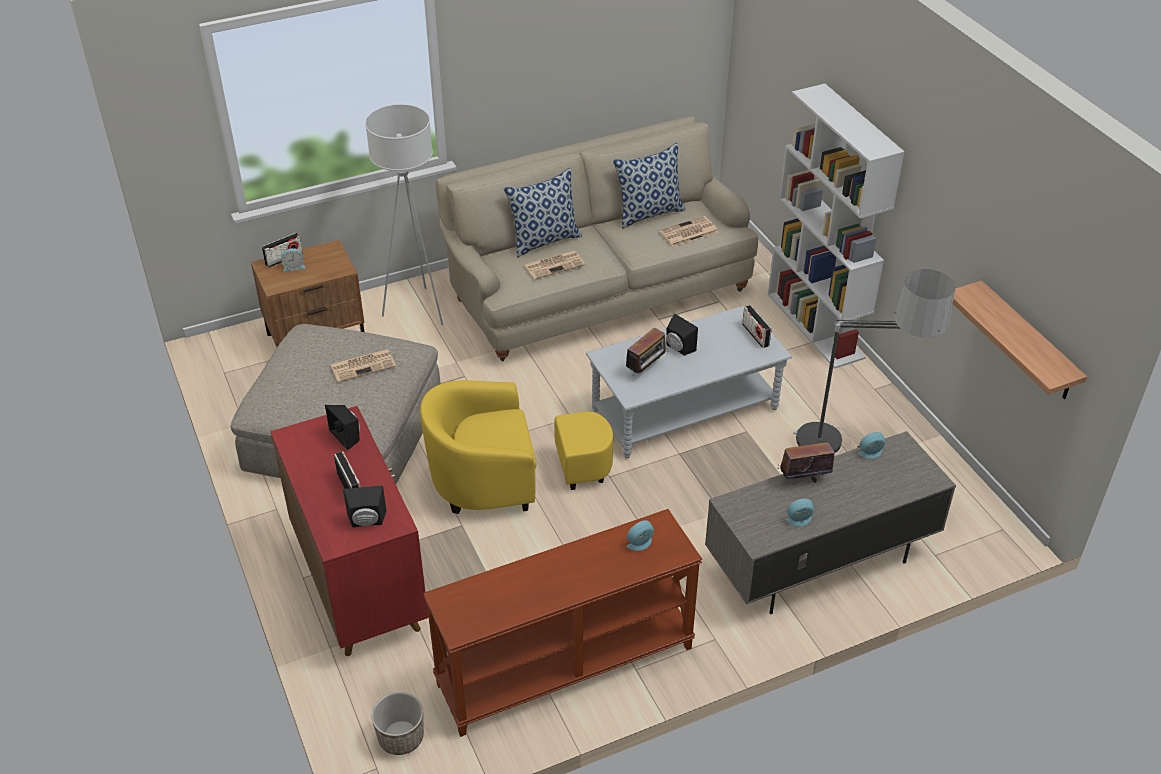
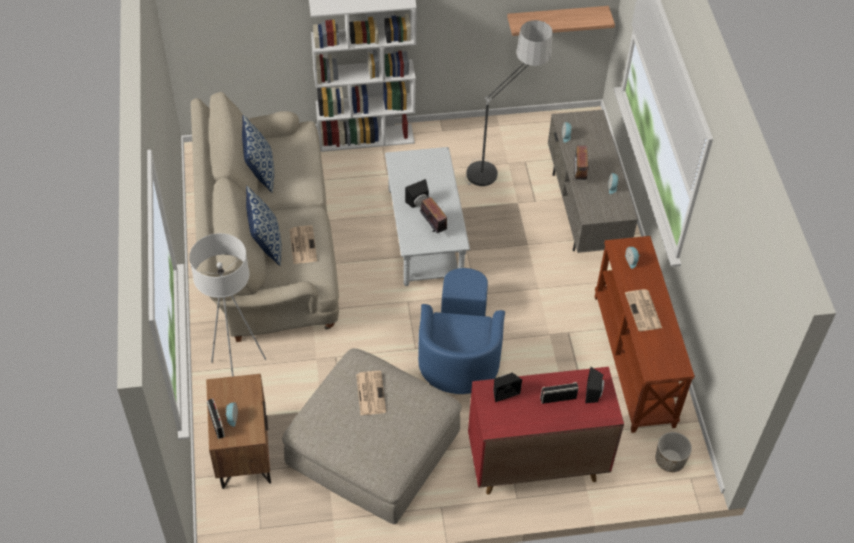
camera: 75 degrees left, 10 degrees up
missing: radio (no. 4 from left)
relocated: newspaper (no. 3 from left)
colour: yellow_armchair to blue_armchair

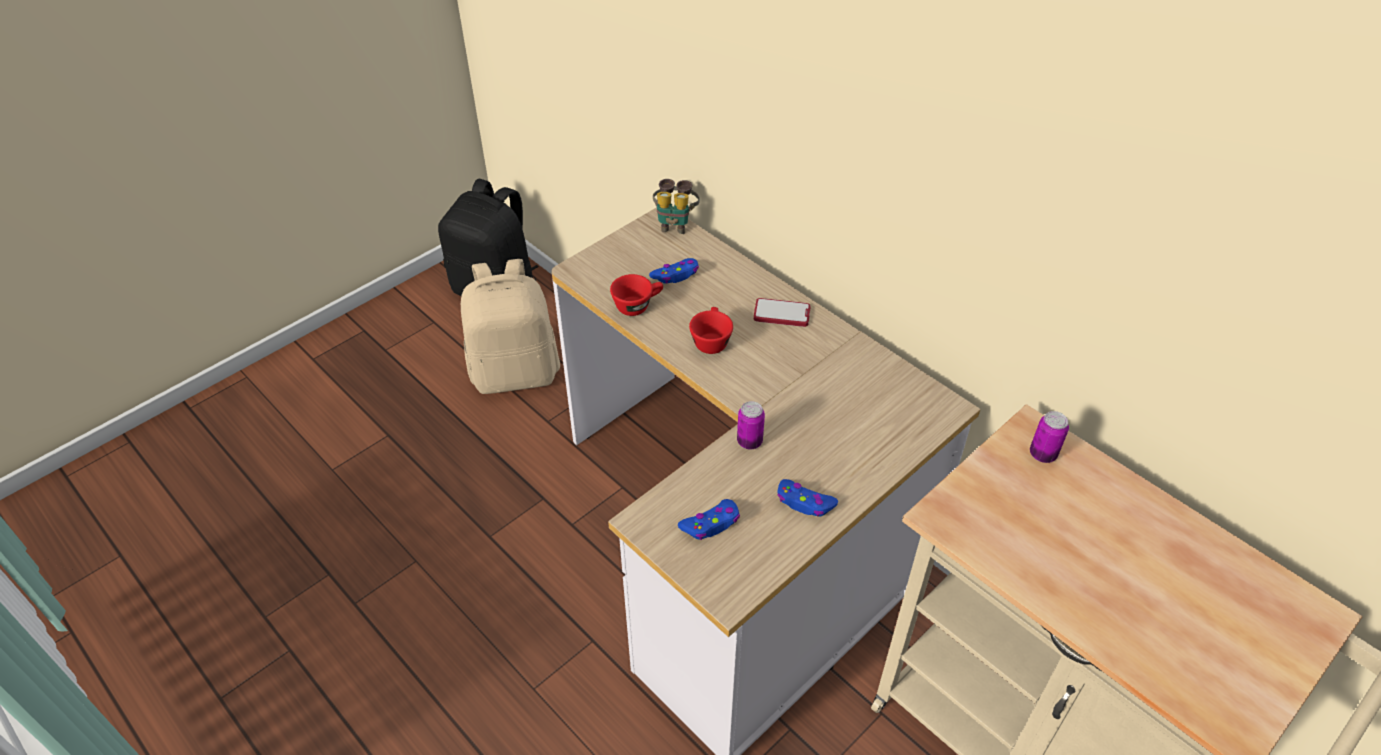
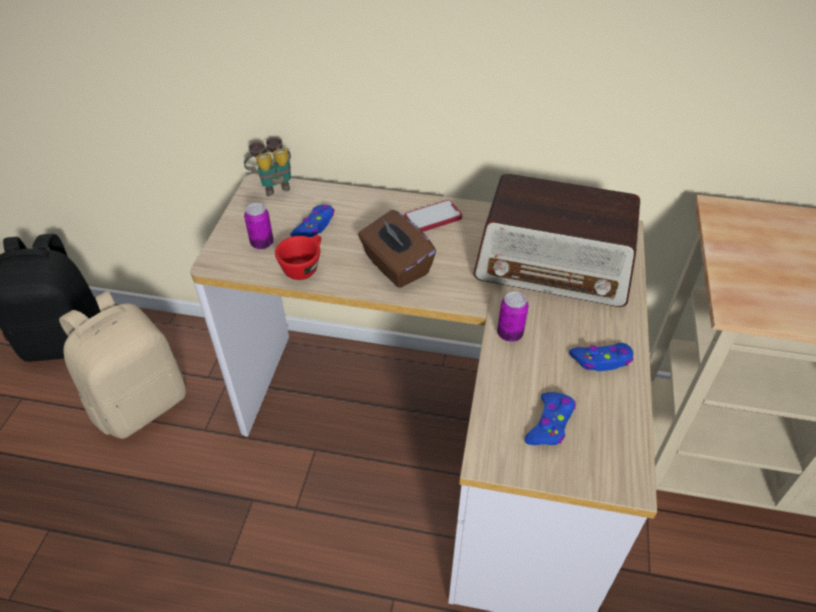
camera: 35 degrees left, 0 degrees up
appeared: radio
relocated: can (no. 2 from left in the first image) to can (no. 1 from left)
exchanged: red_cup (no. 2 from left) to brown_tissue_box

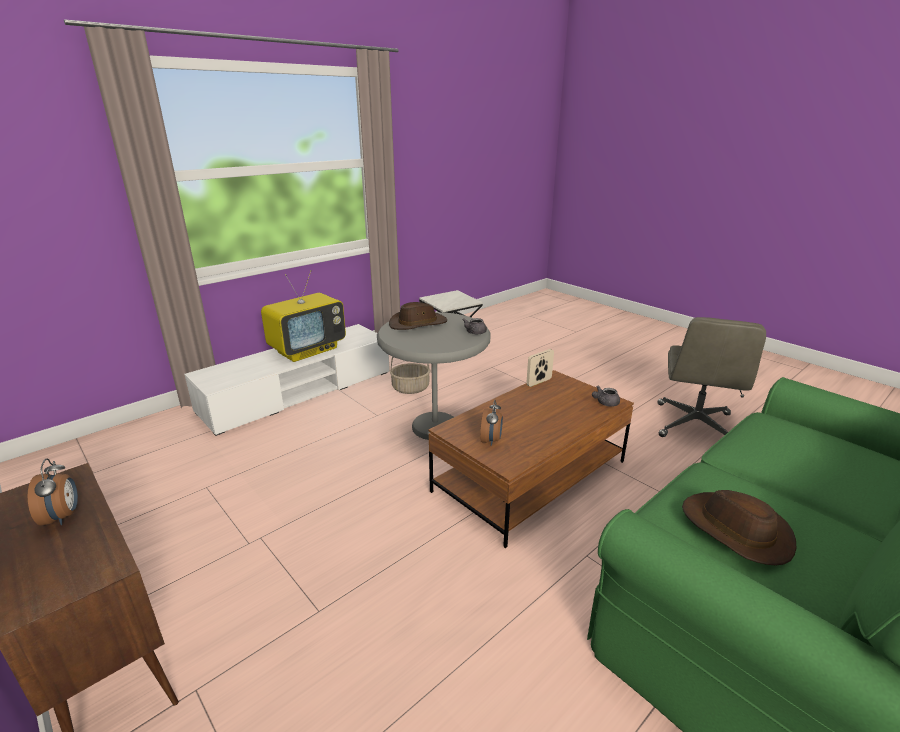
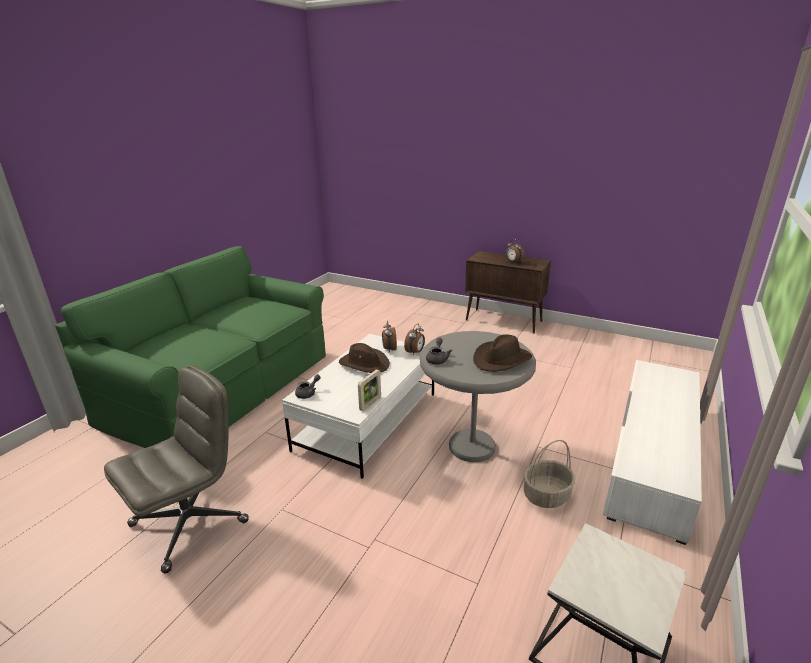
camera: 160 degrees right, 0 degrees up
missing: television
appeared: alarm_clock (no. 2 from left)
relocated: brown_hat (no. 2 from left in the first image) to brown_hat (no. 1 from left)
colour: brown_coffee_table to white_coffee_table
spun: grey_office_chair 45 degrees clockwise

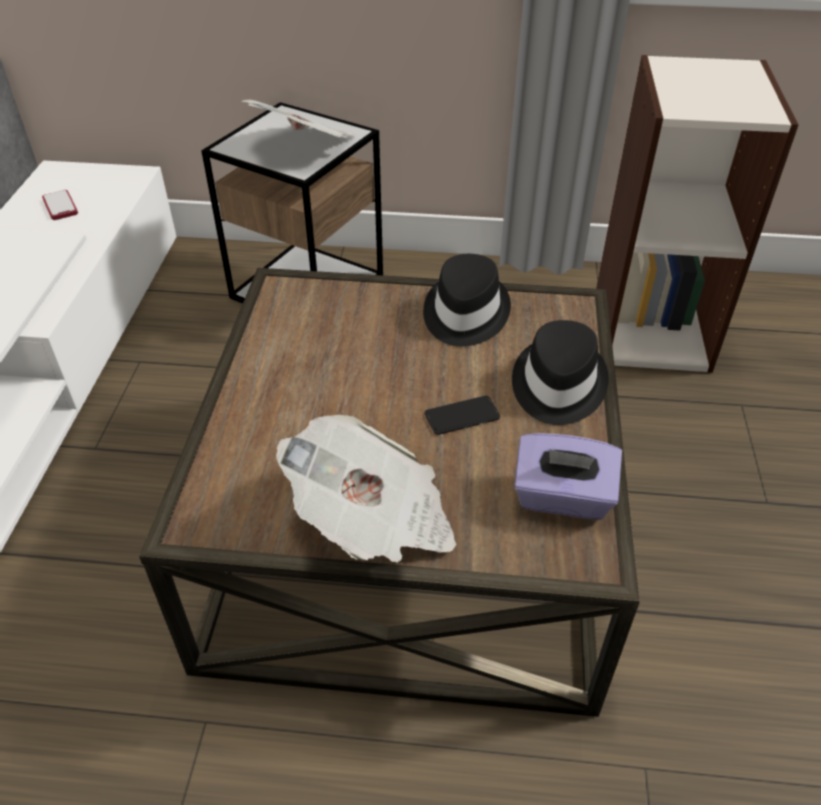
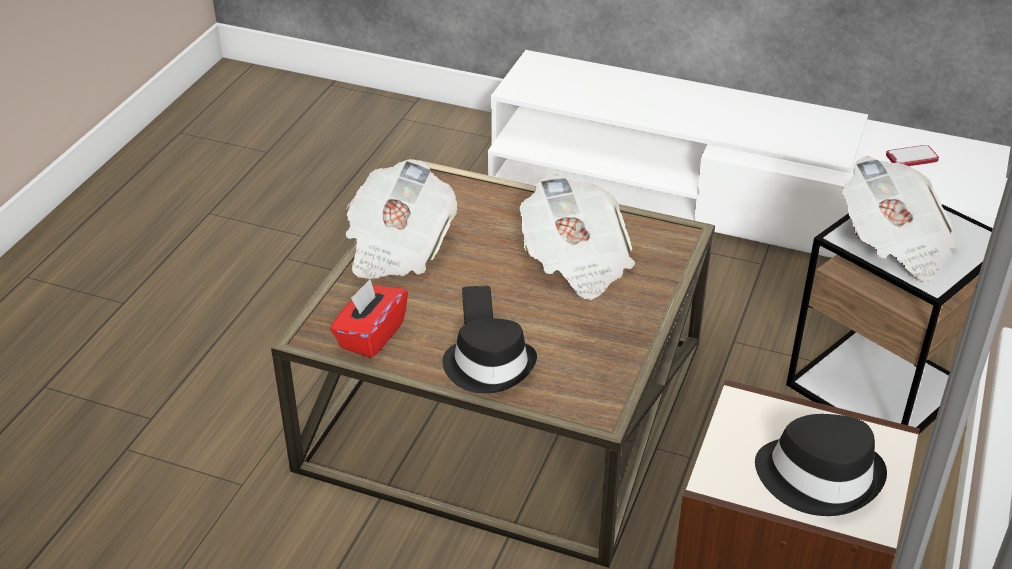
camera: 105 degrees right, 5 degrees down
appeared: newspaper (no. 2 from left)
relocated: black_hat (no. 1 from left in the first image) to black_hat (no. 2 from left)
colour: purple_tissue_box to red_tissue_box

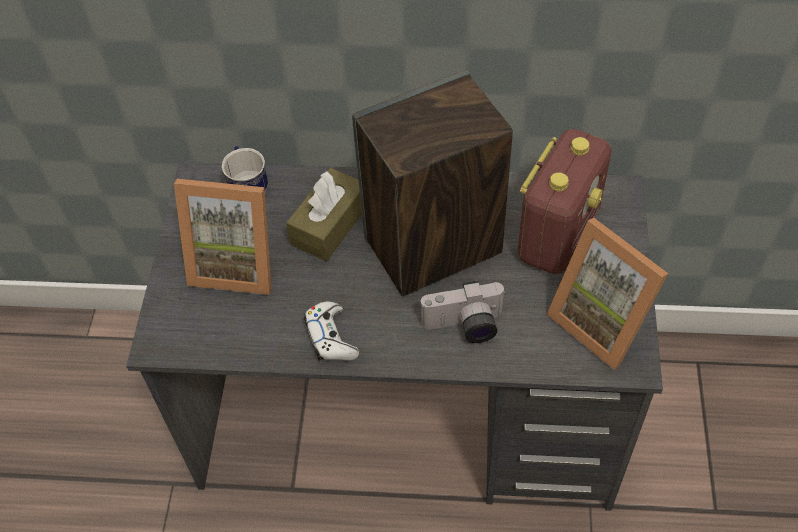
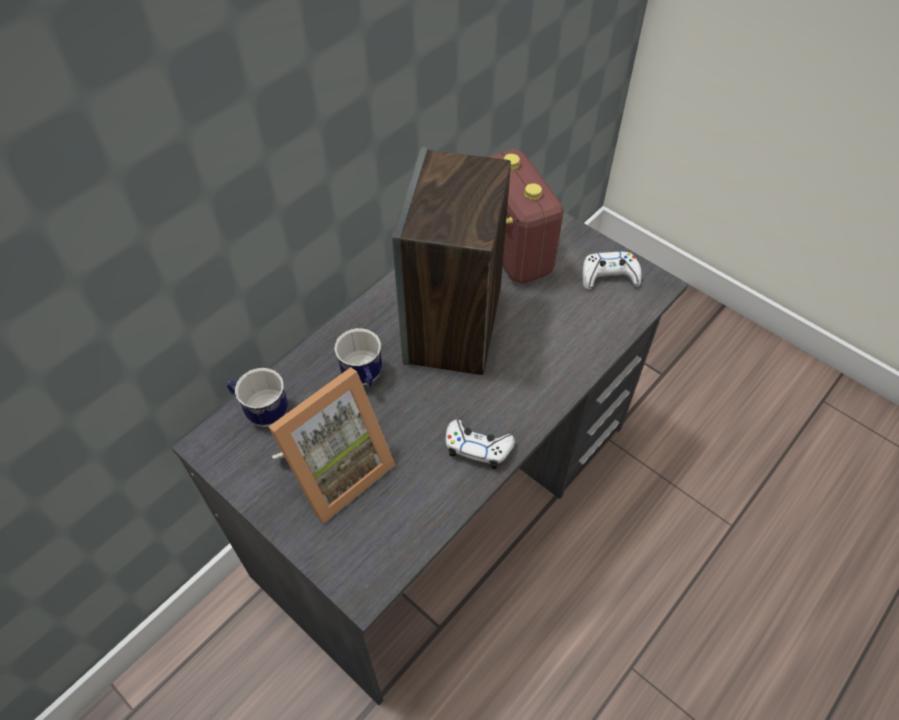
camera: 55 degrees left, 0 degrees up
missing: photo_camera
exchanged: brown_tissue_box to mug (no. 2 from left); picture_frame (no. 2 from left) to white_game_controller (no. 2 from left)

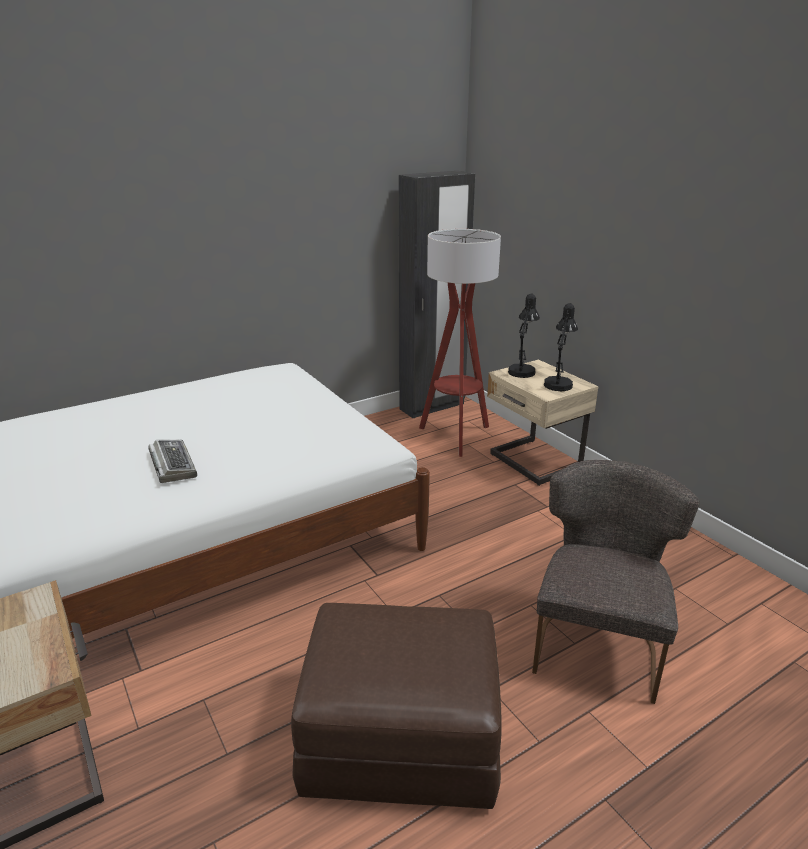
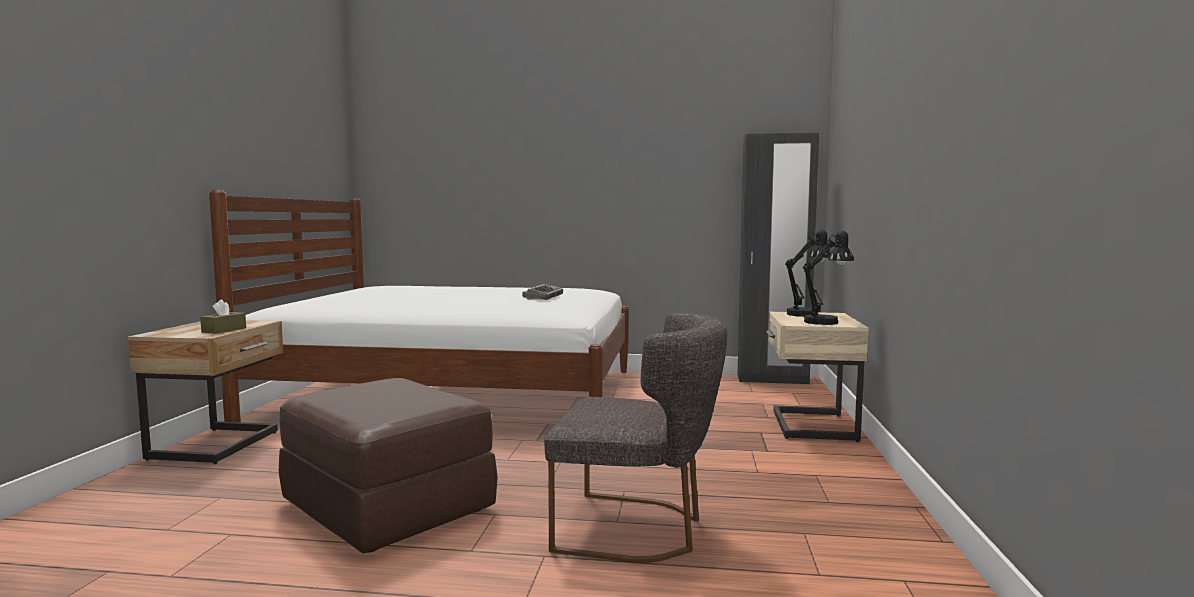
camera: 40 degrees right, 20 degrees down
missing: floor_lamp
appeared: brown_tissue_box
relocated: keyboard
spun: grey_chair 45 degrees clockwise

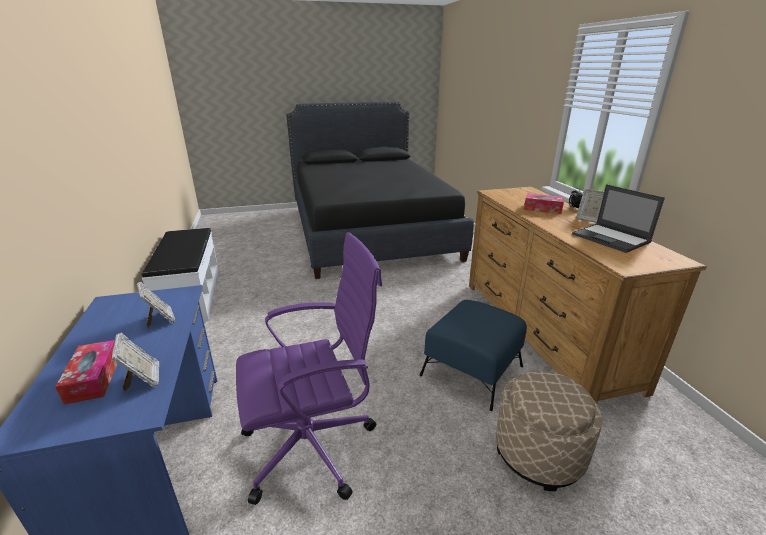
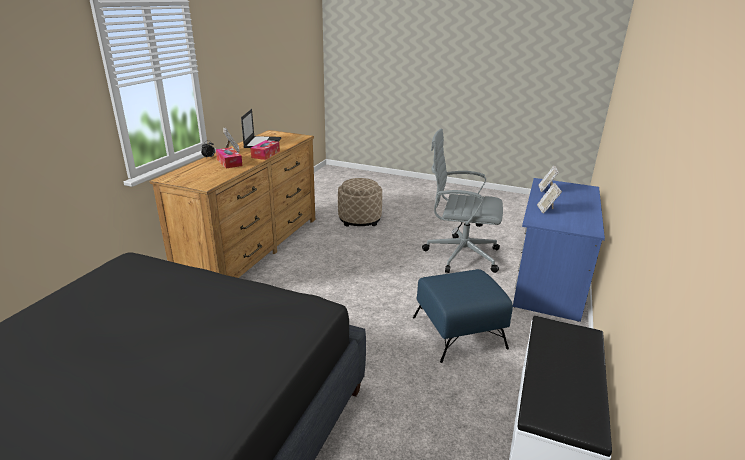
camera: 145 degrees left, 0 degrees up
relocated: blue_ottoman; tissue_box (no. 1 from left in the first image) to tissue_box (no. 2 from left)
colour: purple_office_chair to grey_office_chair

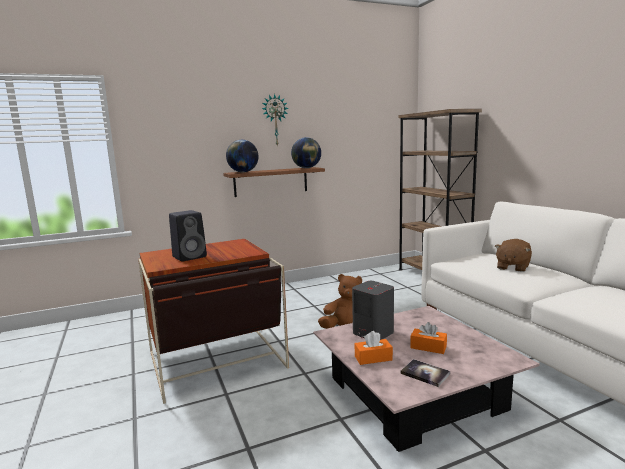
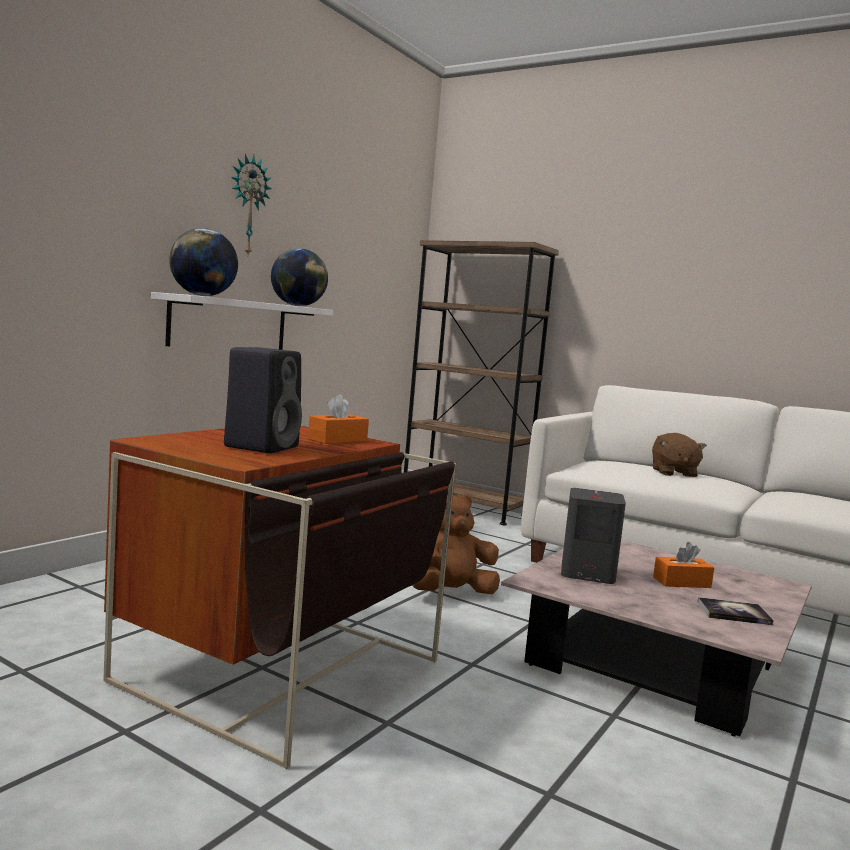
camera: 35 degrees left, 5 degrees down
relocated: orange_tissue_box (no. 1 from left)
colour: brown_shelf to white_shelf

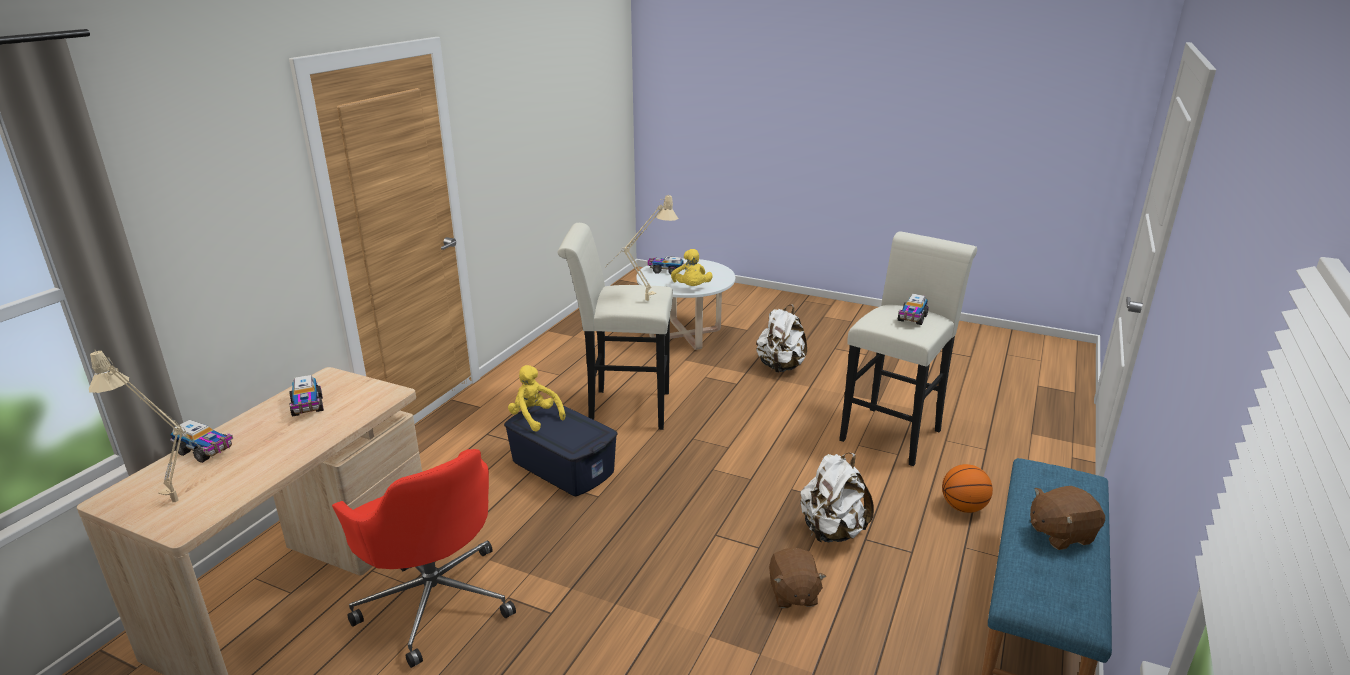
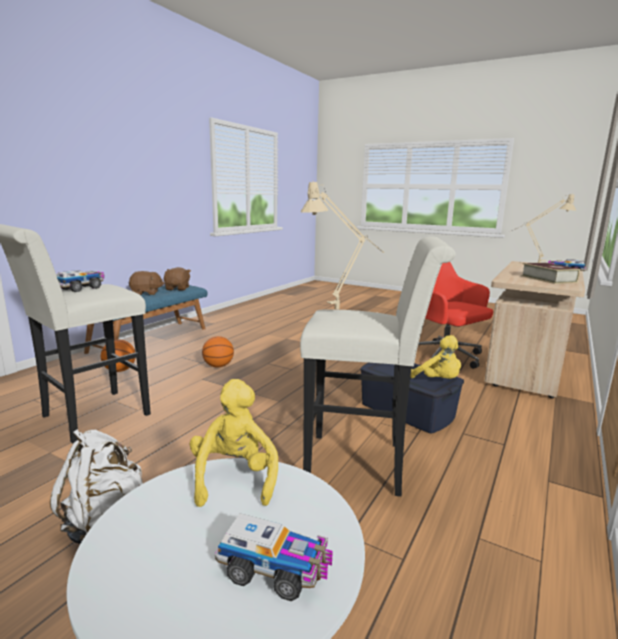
camera: 175 degrees left, 10 degrees down
relocated: brown_plush_toy (no. 1 from left in the first image) to brown_plush_toy (no. 2 from left)
exchanged: toy_truck (no. 2 from left) to book; white_backpack (no. 2 from left) to basketball (no. 2 from left)

